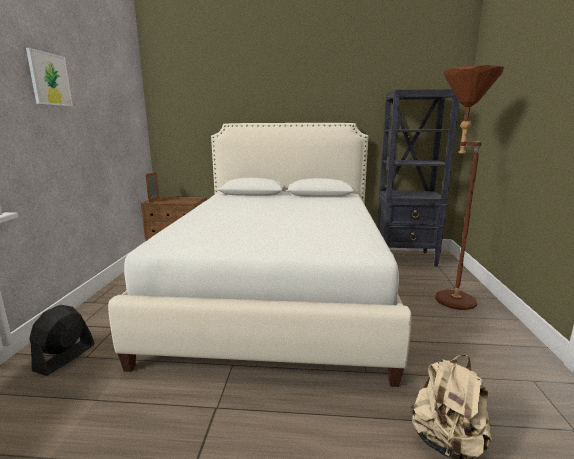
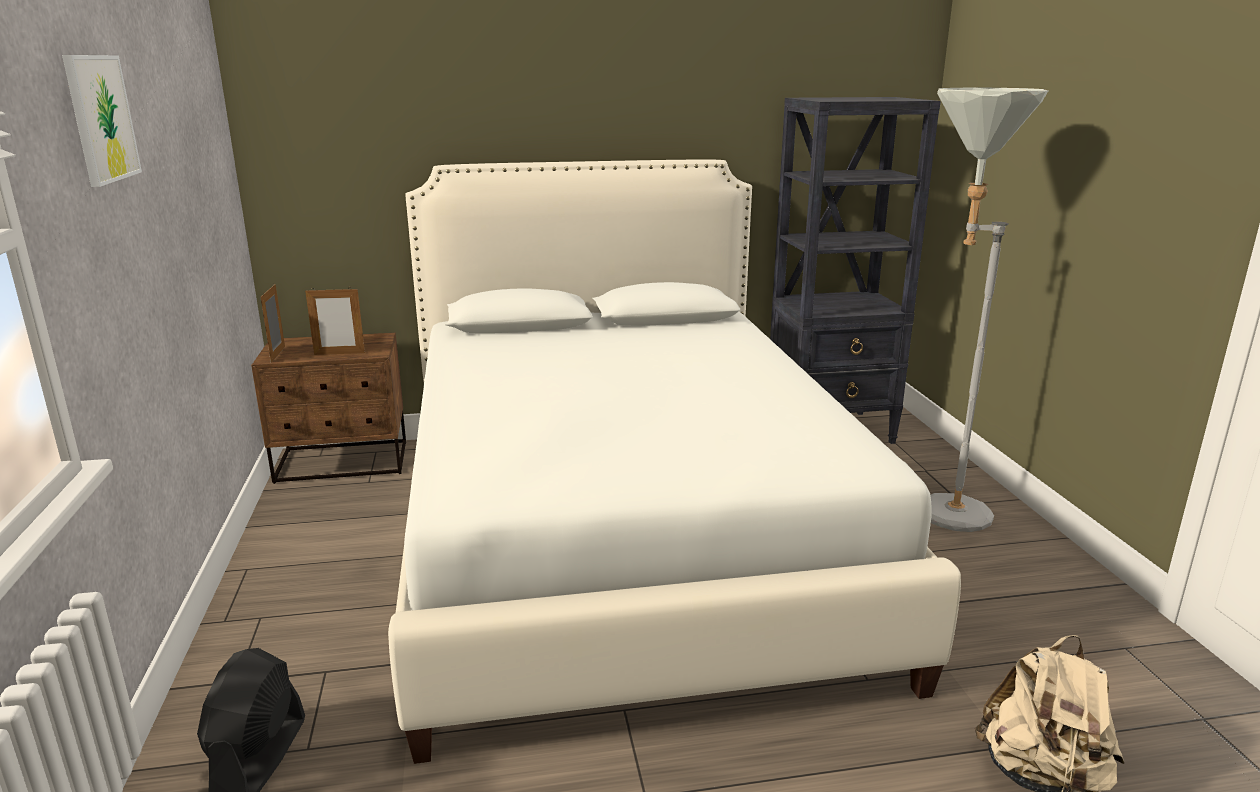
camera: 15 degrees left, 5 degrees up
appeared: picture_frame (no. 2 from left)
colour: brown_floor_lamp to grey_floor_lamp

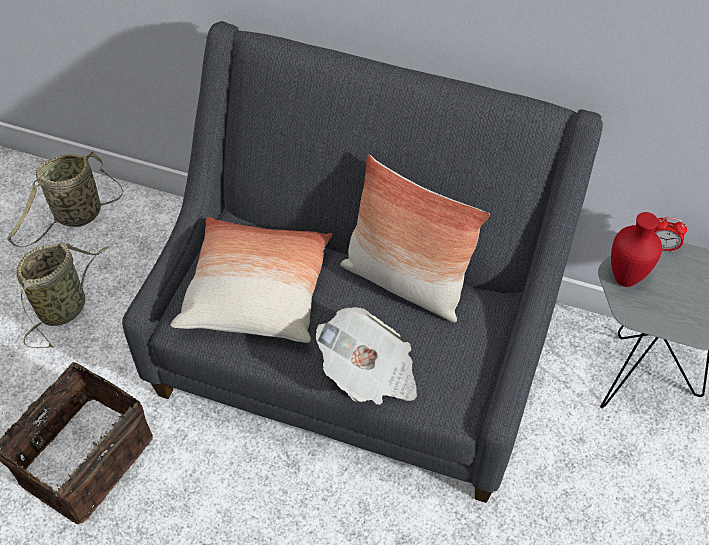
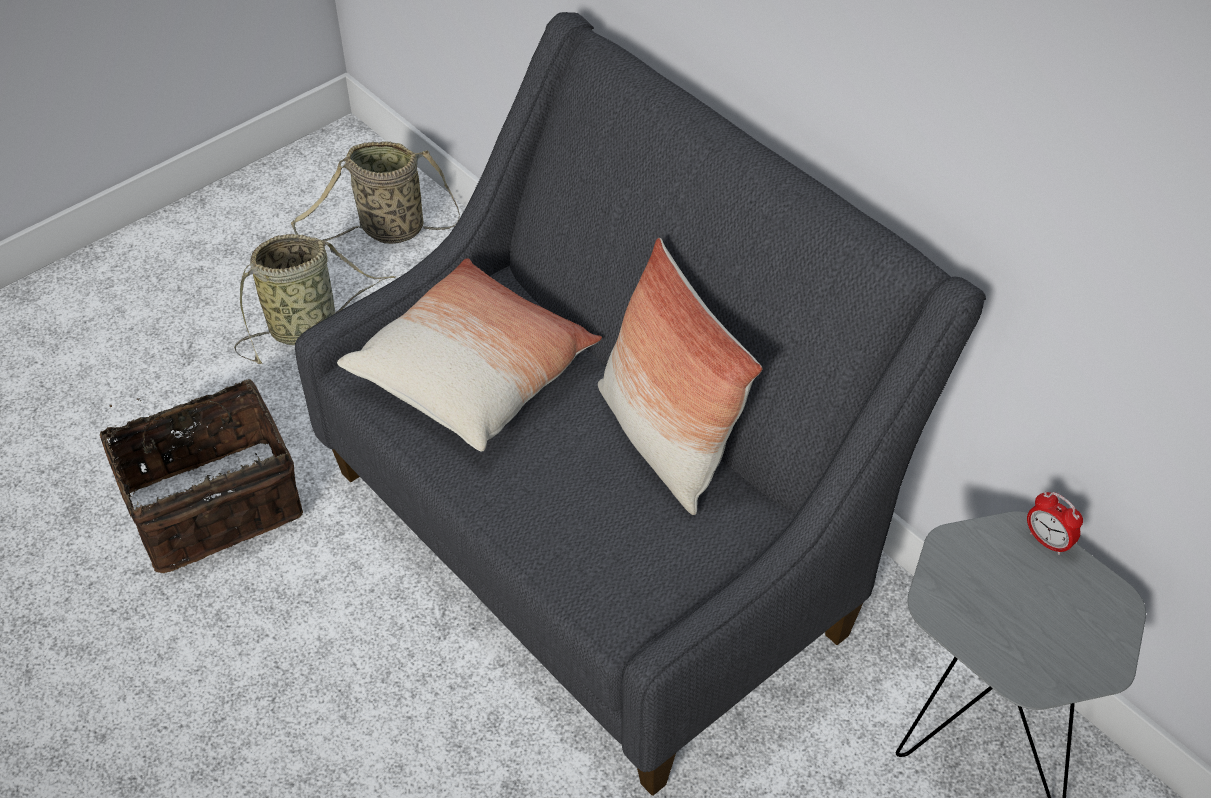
camera: 30 degrees right, 5 degrees down
missing: red_vase; newspaper

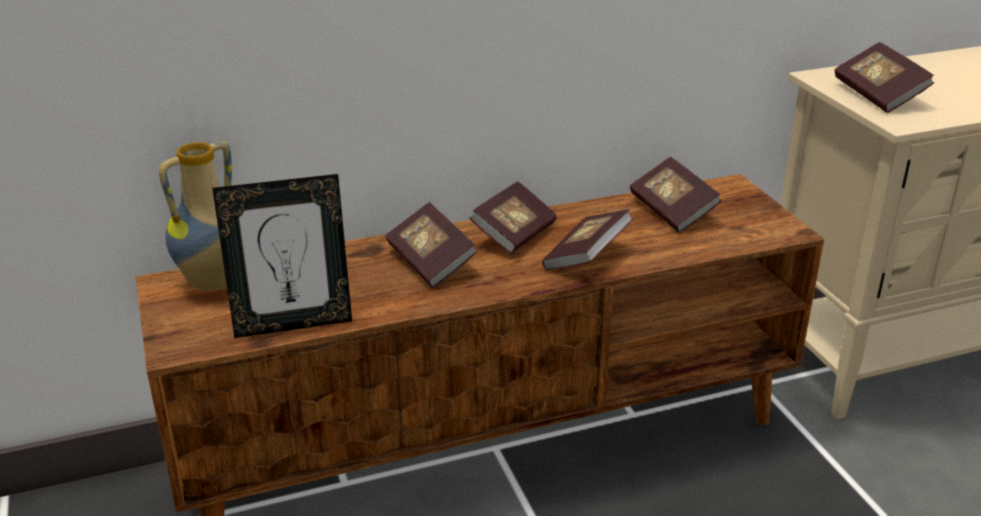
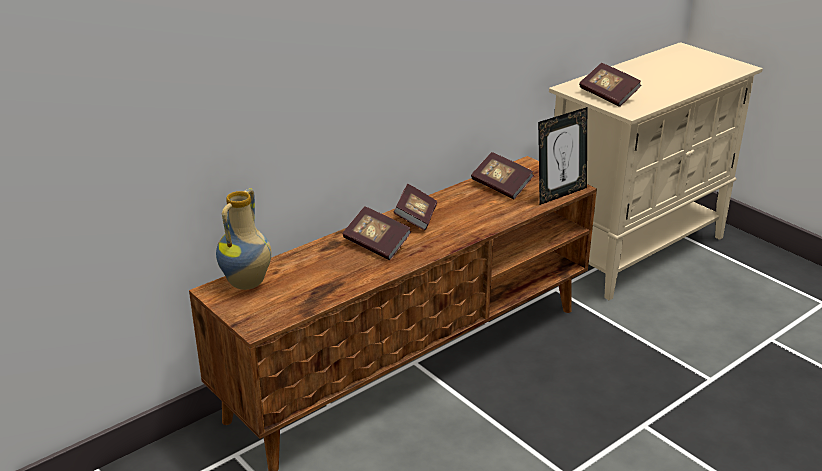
camera: 20 degrees left, 0 degrees up
missing: book (no. 3 from left)
relocated: picture_frame

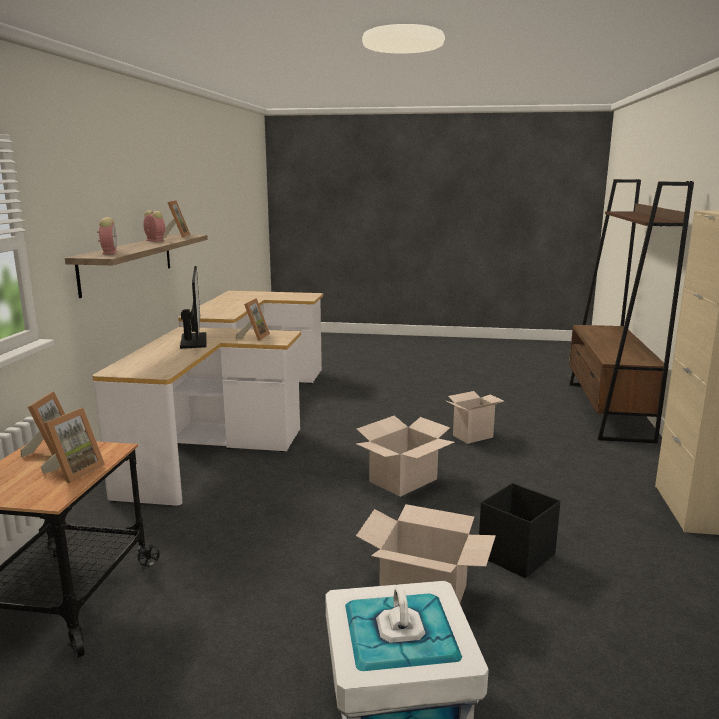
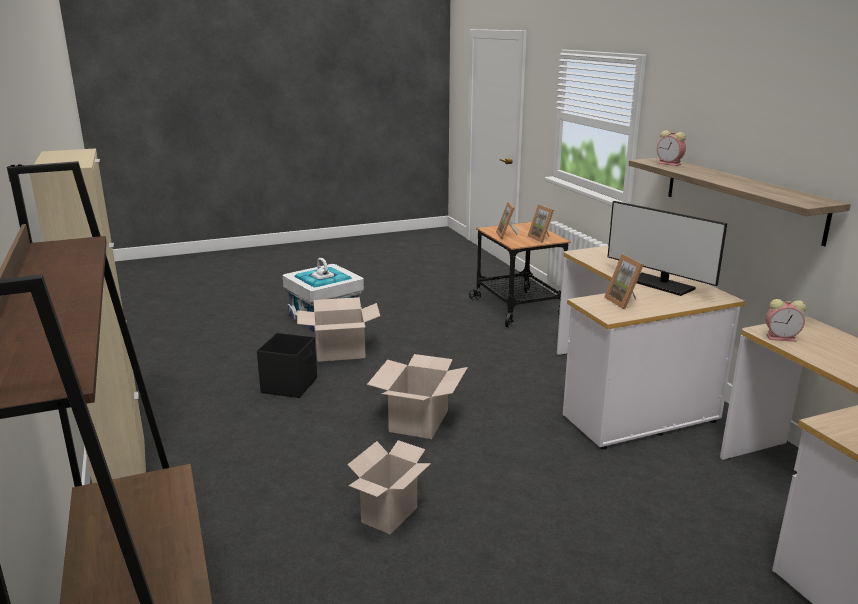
camera: 150 degrees right, 5 degrees up
missing: picture_frame (no. 3 from left)
relocated: alarm_clock (no. 2 from left)

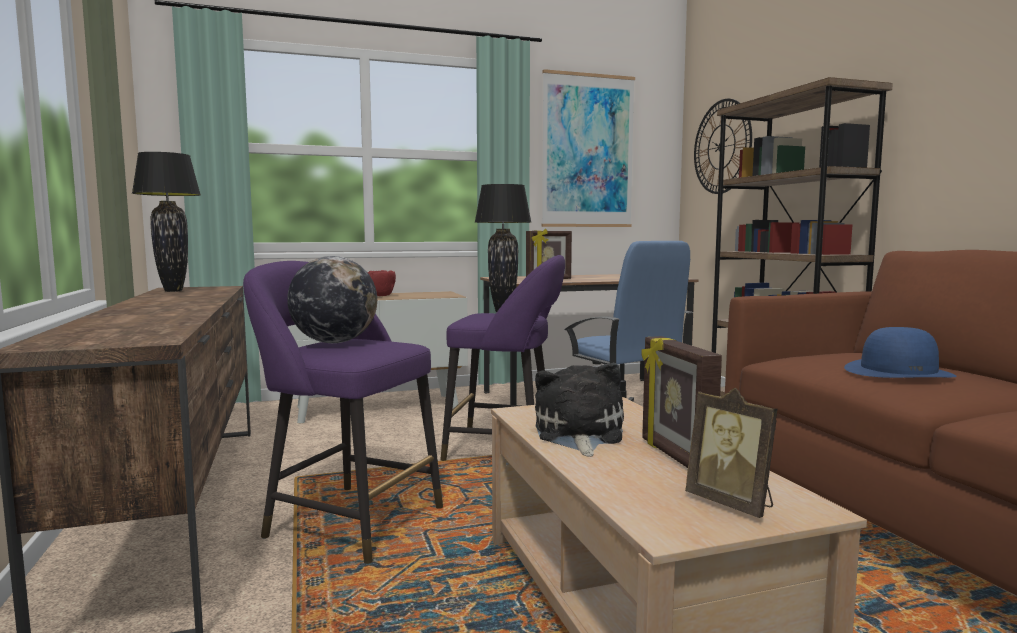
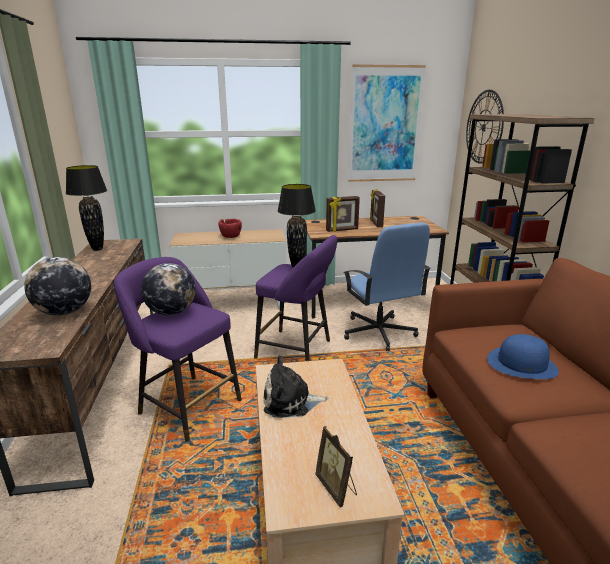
camera: 10 degrees right, 15 degrees up
appeared: globe (no. 1 from left)
relocated: picture_frame (no. 2 from left in the first image) to picture_frame (no. 3 from left)
spun: plush_toy 105 degrees counterclockwise

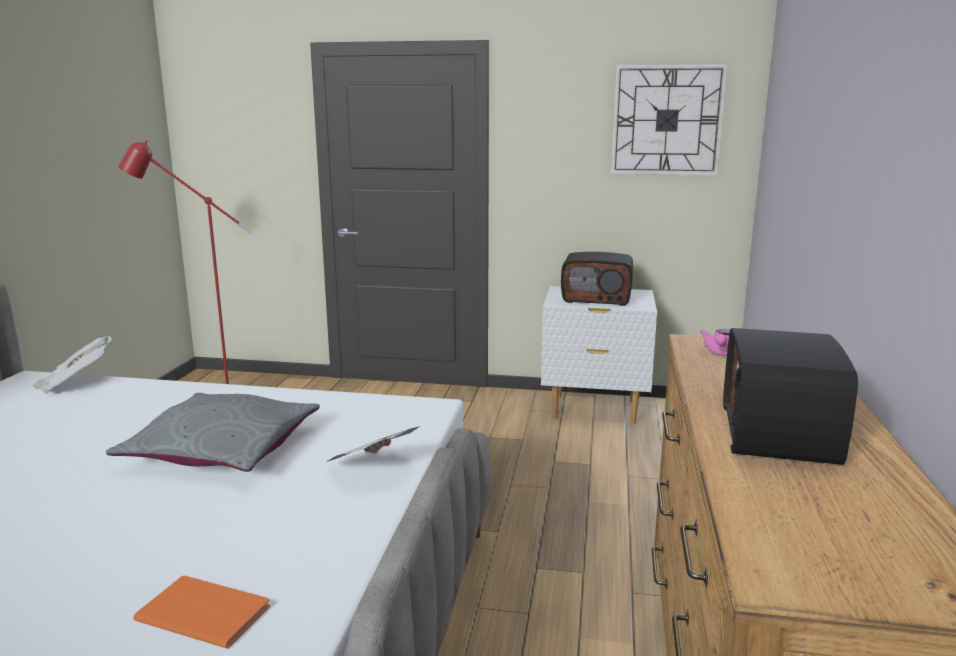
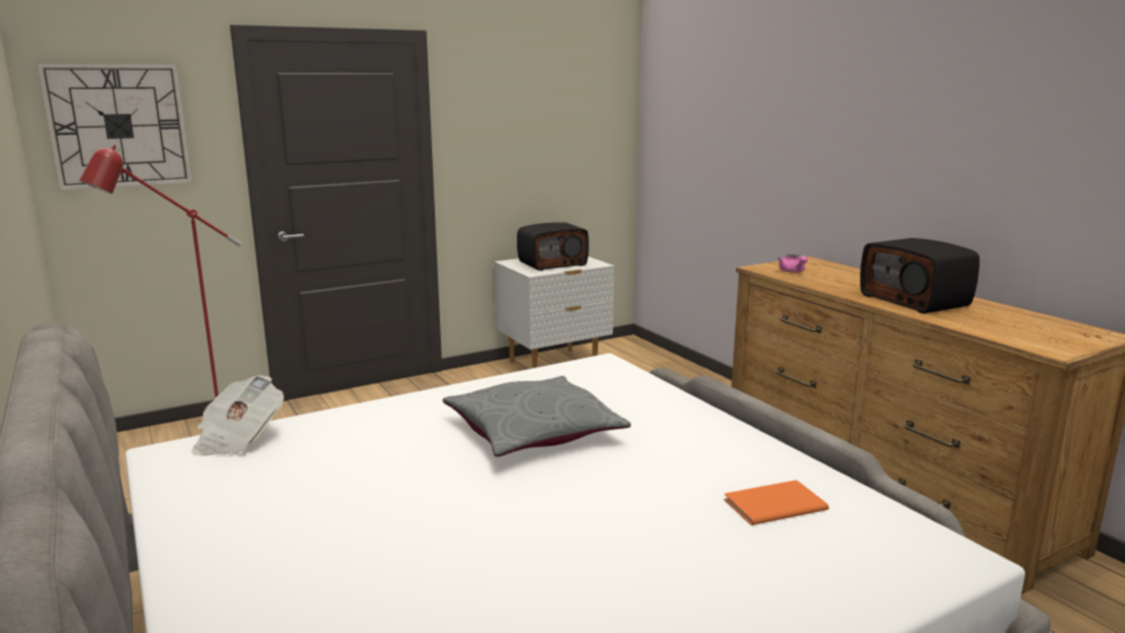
camera: 40 degrees left, 0 degrees up
missing: newspaper (no. 2 from left)
relocated: wall_clock

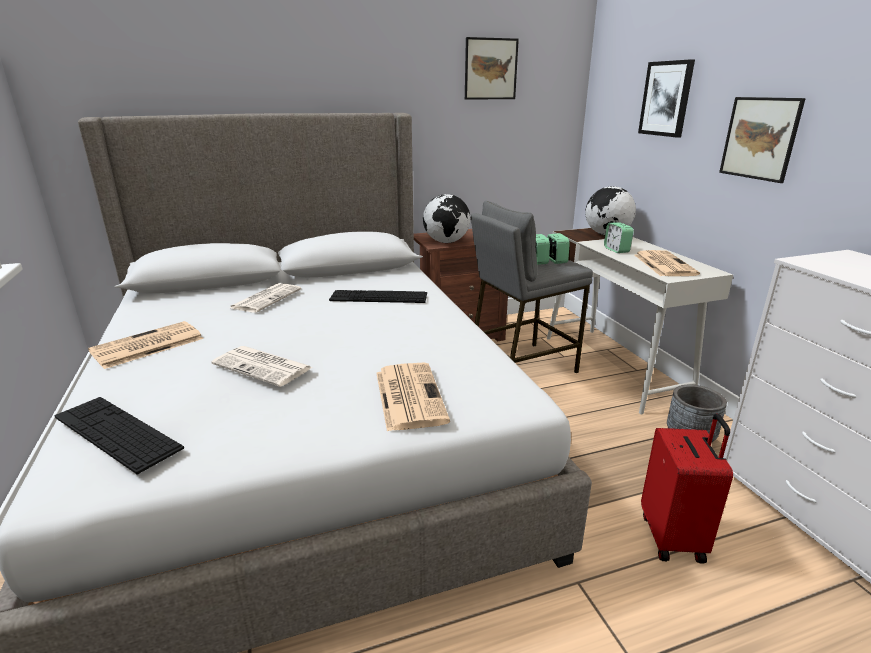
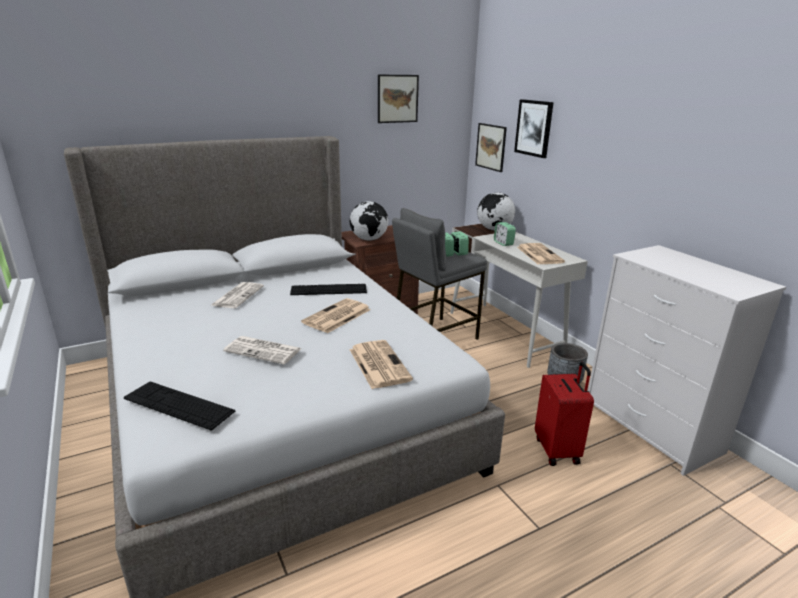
camera: 10 degrees left, 0 degrees up
relocated: picture (no. 3 from left in the first image) to picture (no. 2 from left); newspaper (no. 1 from left in the first image) to newspaper (no. 3 from left)

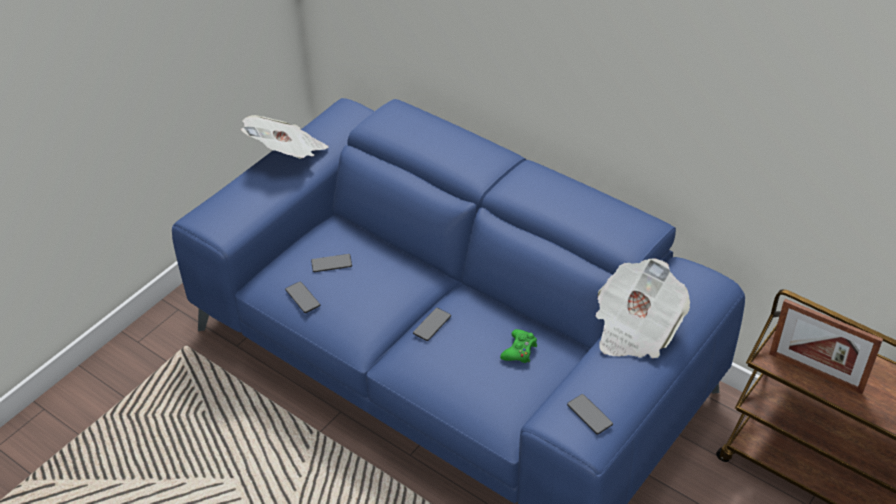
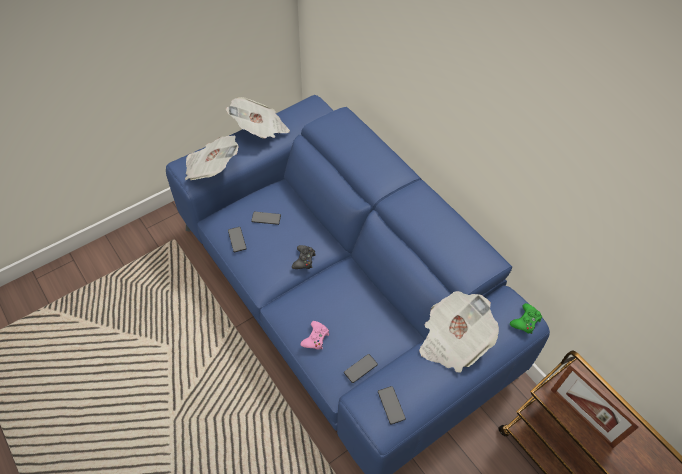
camera: 15 degrees right, 10 degrees up
appeared: newspaper (no. 1 from left); black_game_controller; pink_game_controller
relocated: phone (no. 3 from left); green_game_controller

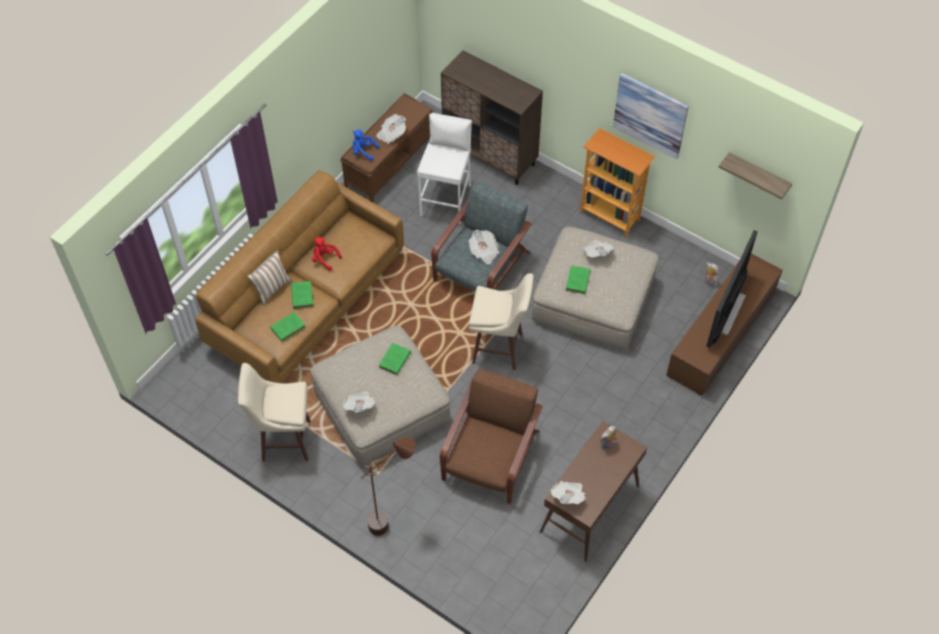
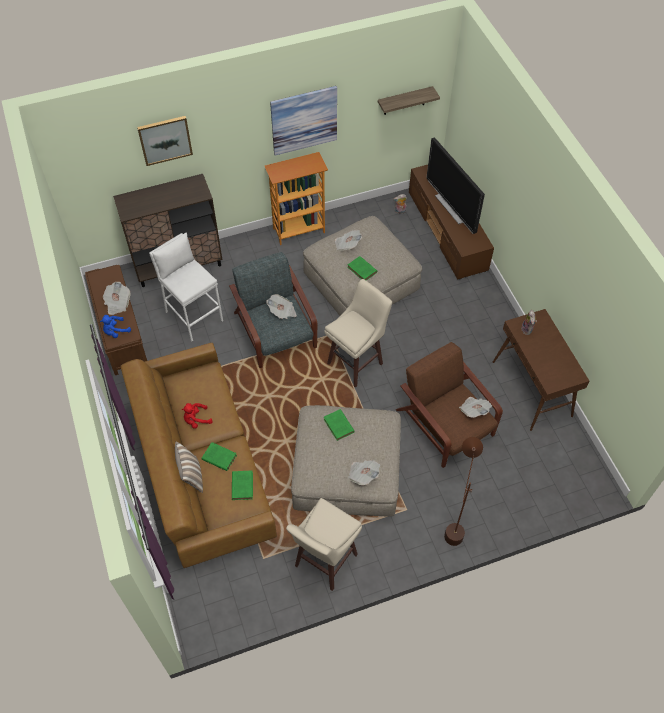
camera: 55 degrees left, 0 degrees up
appeared: picture (no. 1 from left)
relocated: newspaper (no. 4 from left in the first image) to newspaper (no. 5 from left)

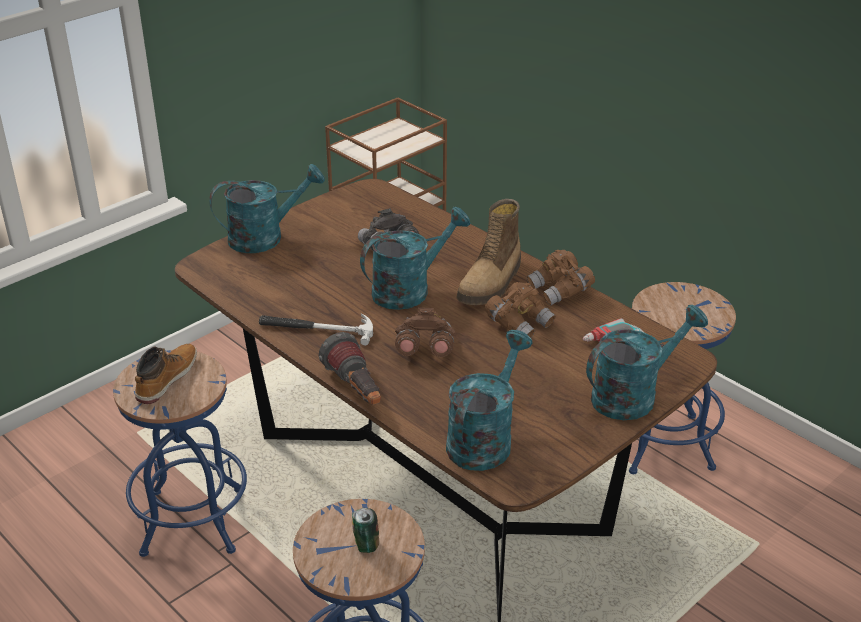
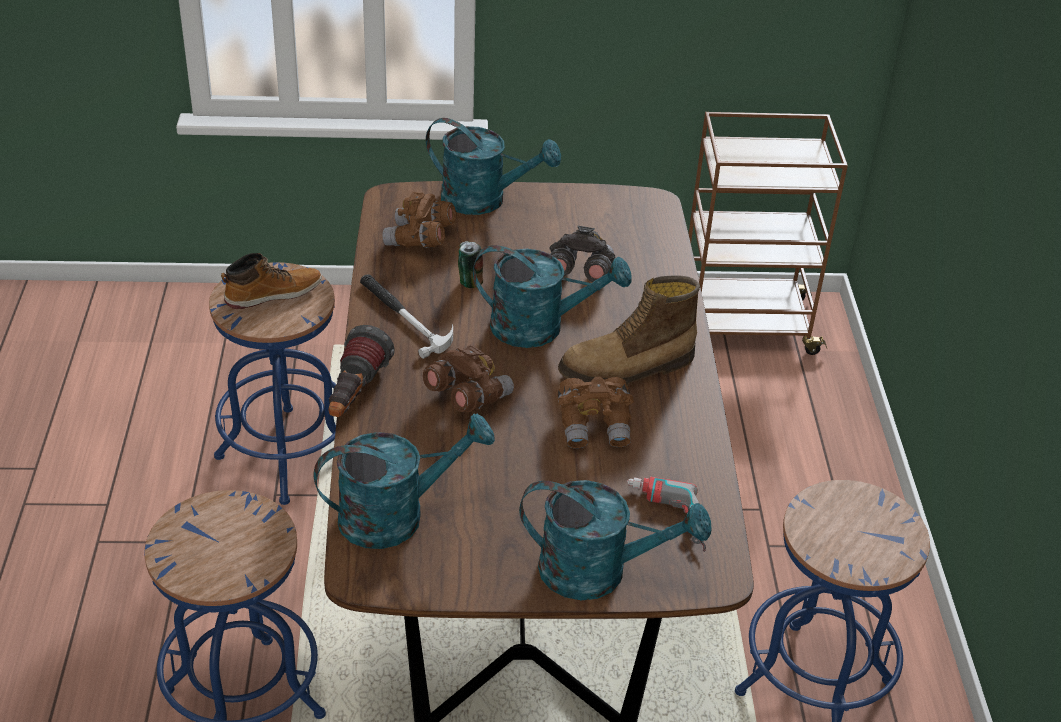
camera: 40 degrees right, 5 degrees up
relocated: brown_binoculars (no. 3 from left in the first image) to brown_binoculars (no. 1 from left); can

